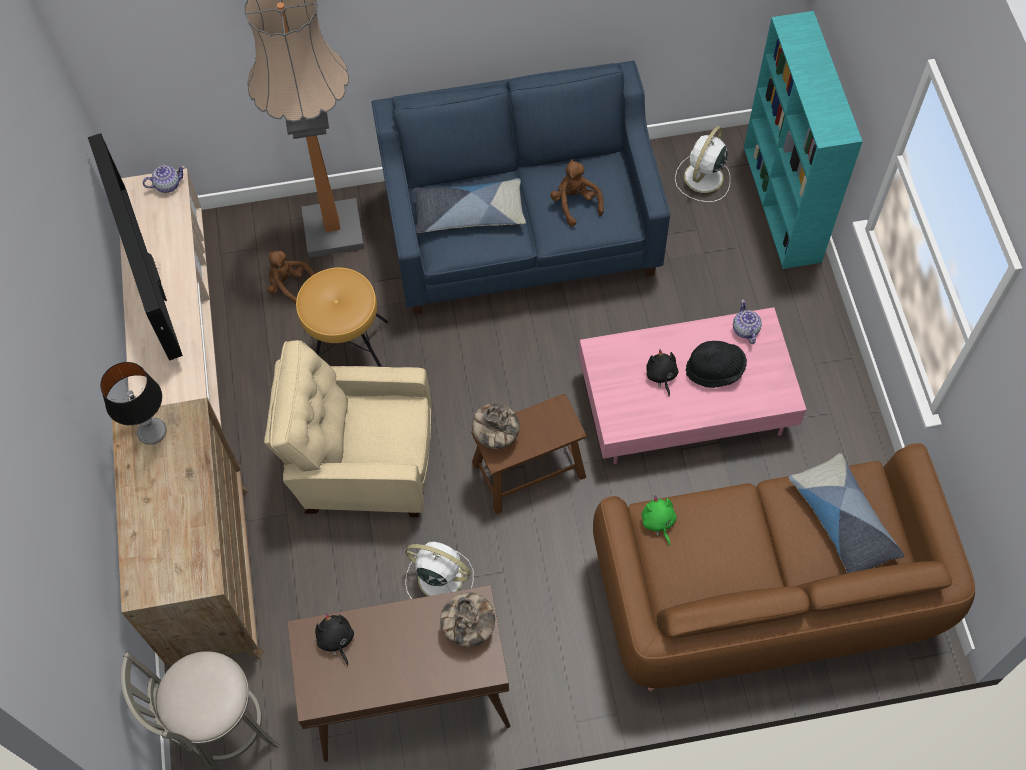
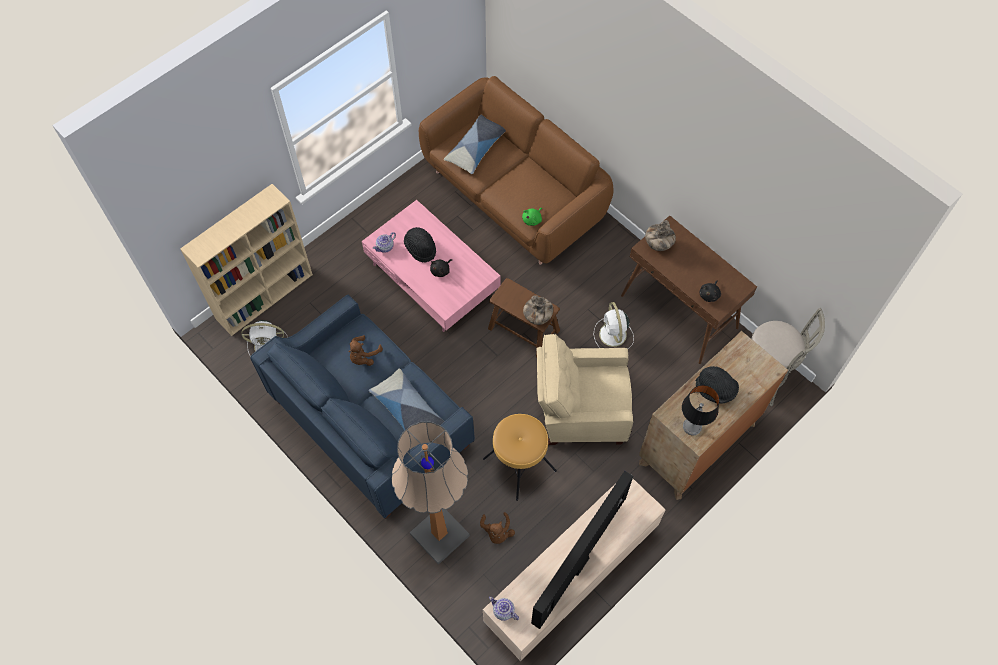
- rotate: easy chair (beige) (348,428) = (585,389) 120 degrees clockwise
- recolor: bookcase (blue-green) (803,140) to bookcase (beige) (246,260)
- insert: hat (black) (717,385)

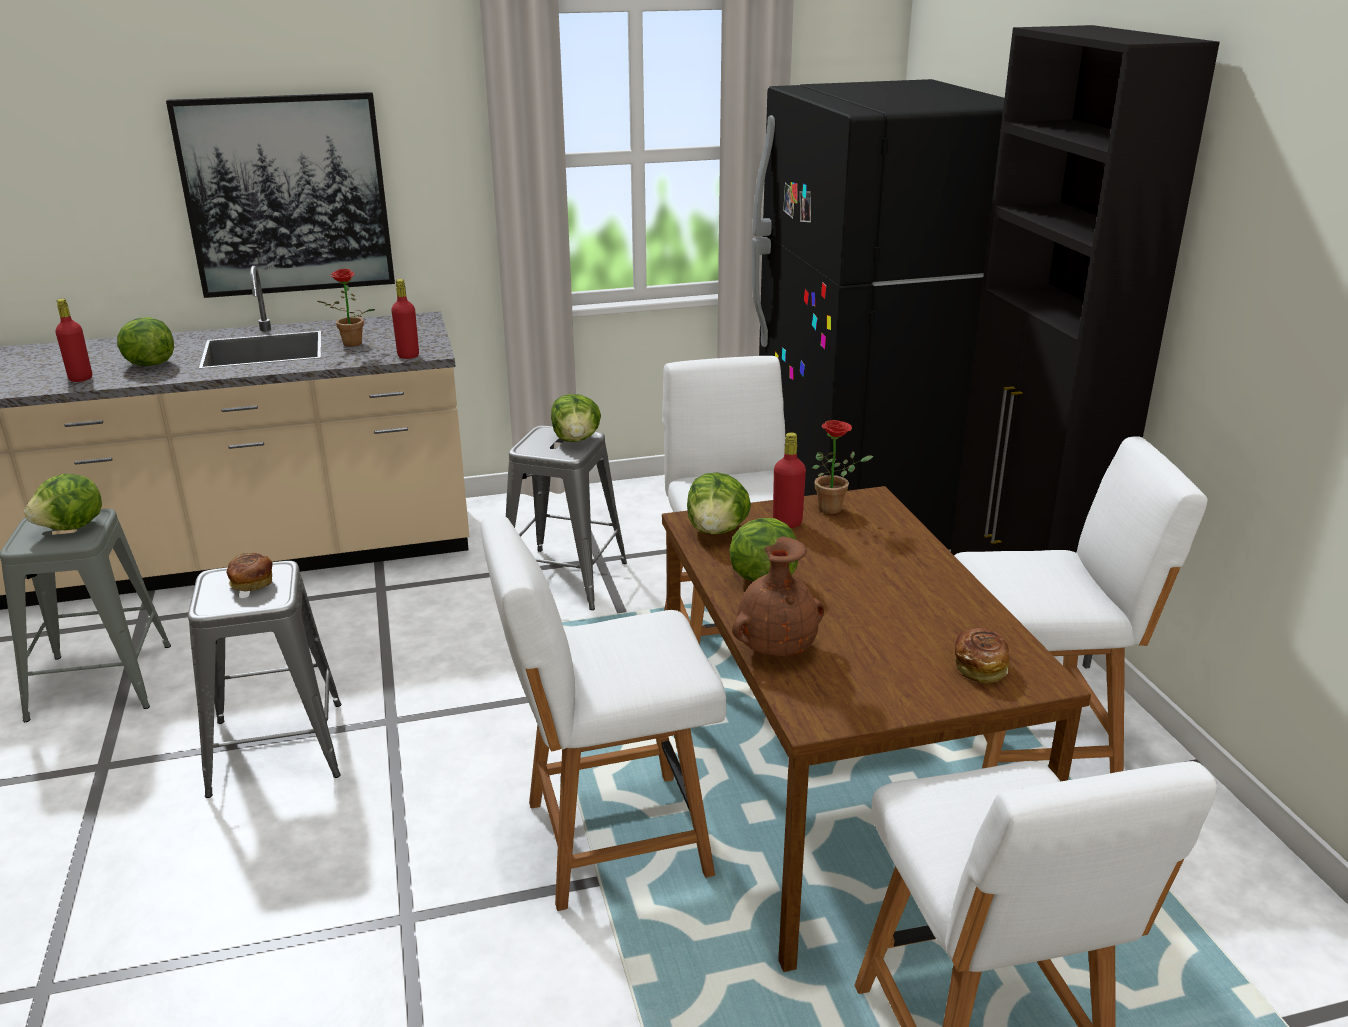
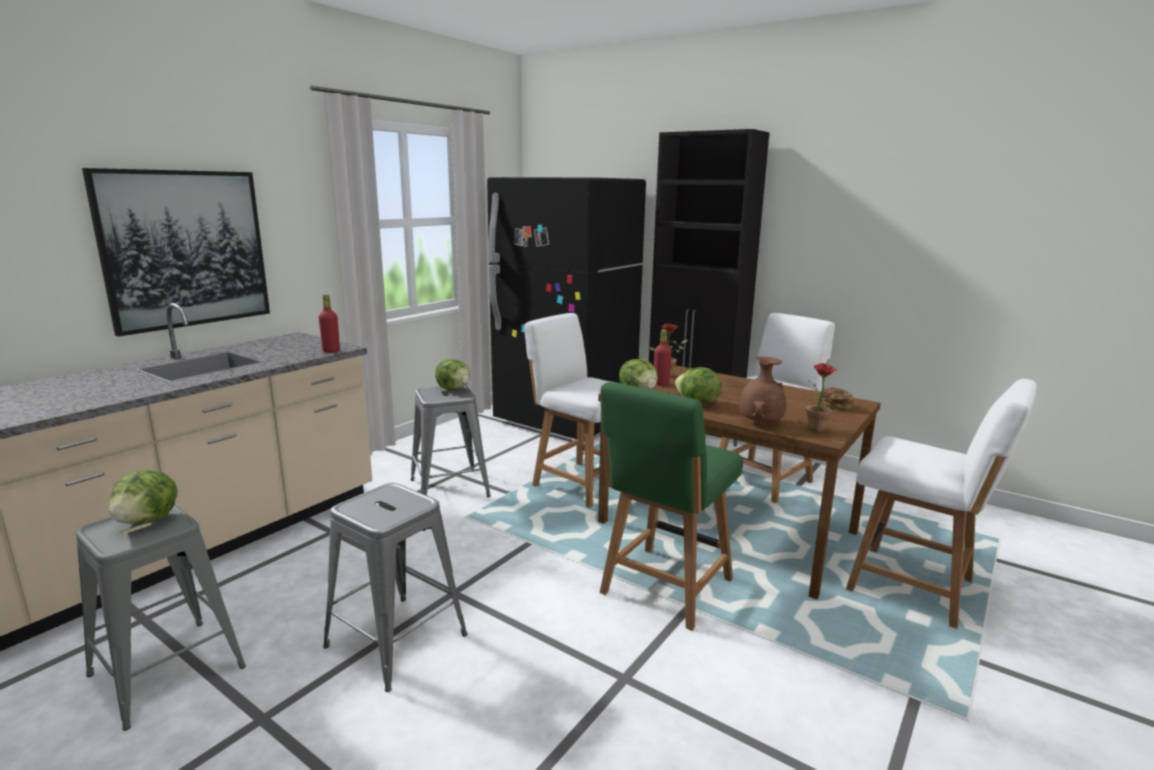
- delete: drink bottle (reddish) (73,340)
- delete: lettuce (145,341)
- delete: bakery bread (249,572)
- move: houseplant (346,308) to (822,397)
- recolor: chair (white) (603,712) to chair (greenish) (671,506)

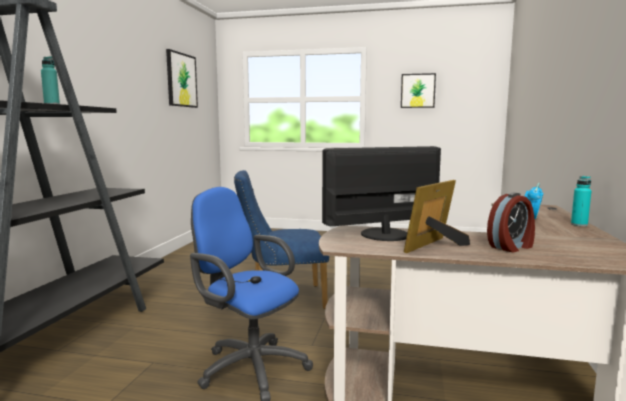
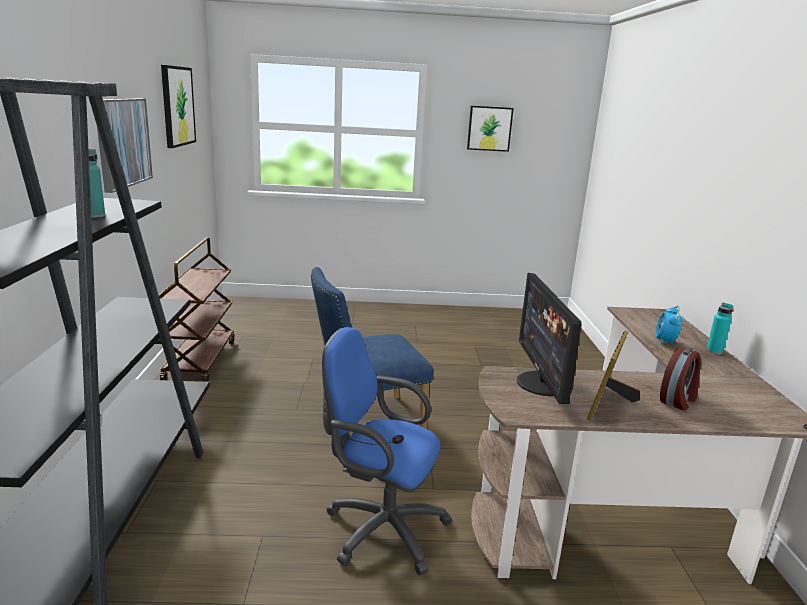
- rotate: computer screen (381,193) = (549,338) 60 degrees counterclockwise
- insert: wall picture (125,145)
- insert: trolley (brown) (196,309)

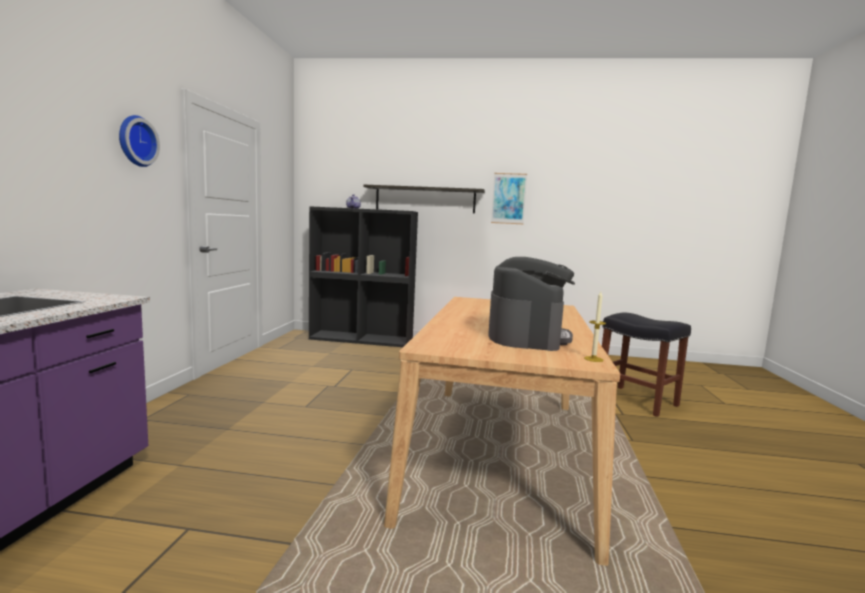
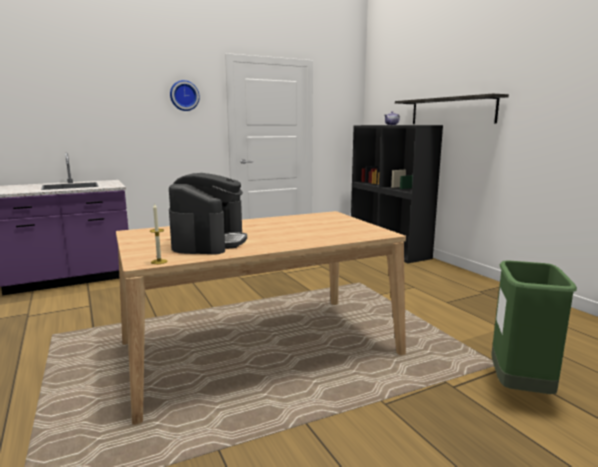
- rotate: coffee maker (531,304) = (208,214) 60 degrees counterclockwise
- delete: wall picture (509,198)
- replace: stool (black) (646,365) to trash can (greenish) (534,327)

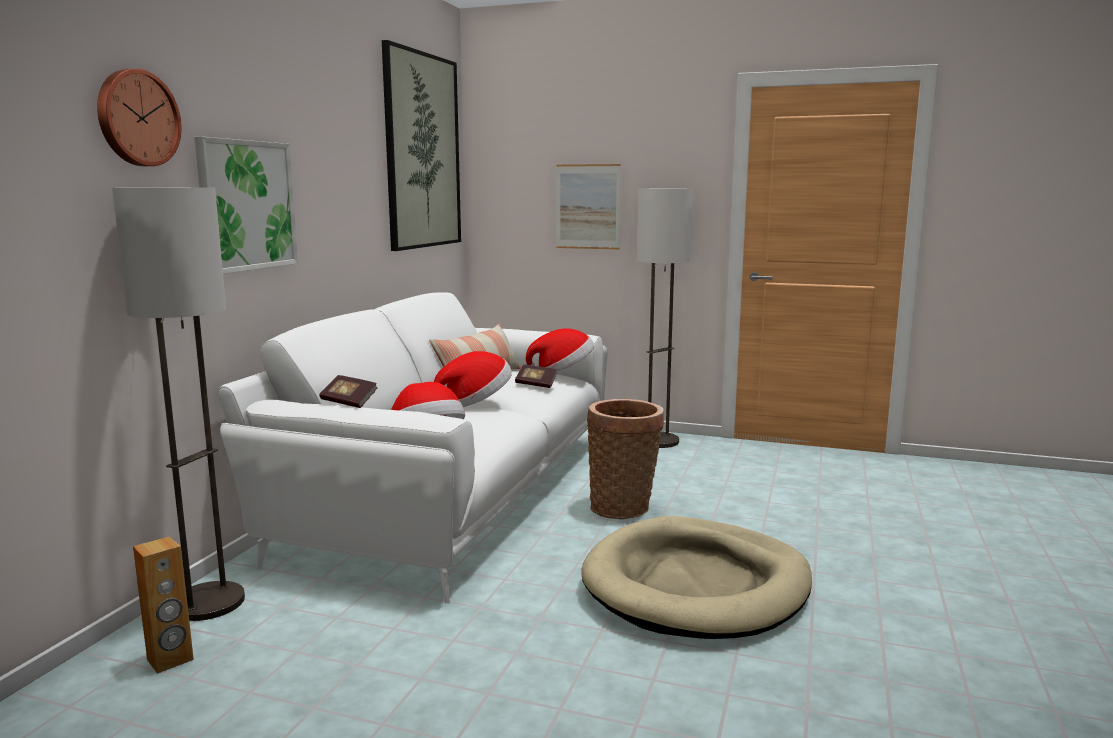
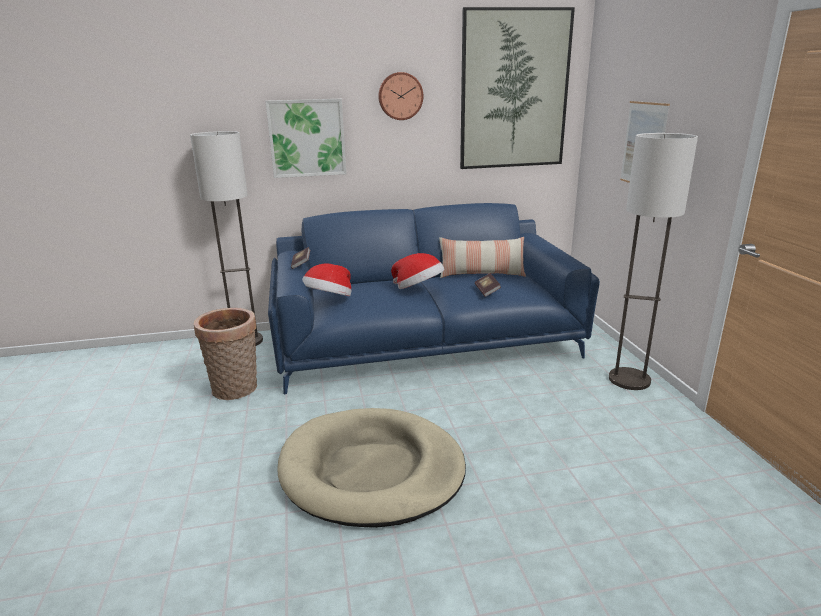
- move: hanging clock (139,117) to (400,96)
- delete: speaker (brown) (163,605)
- recolor: sofa (white) (412,447) to sofa (blue-coloured) (434,299)
- delete: hat (560,349)
- move: basket (625,459) to (225,354)

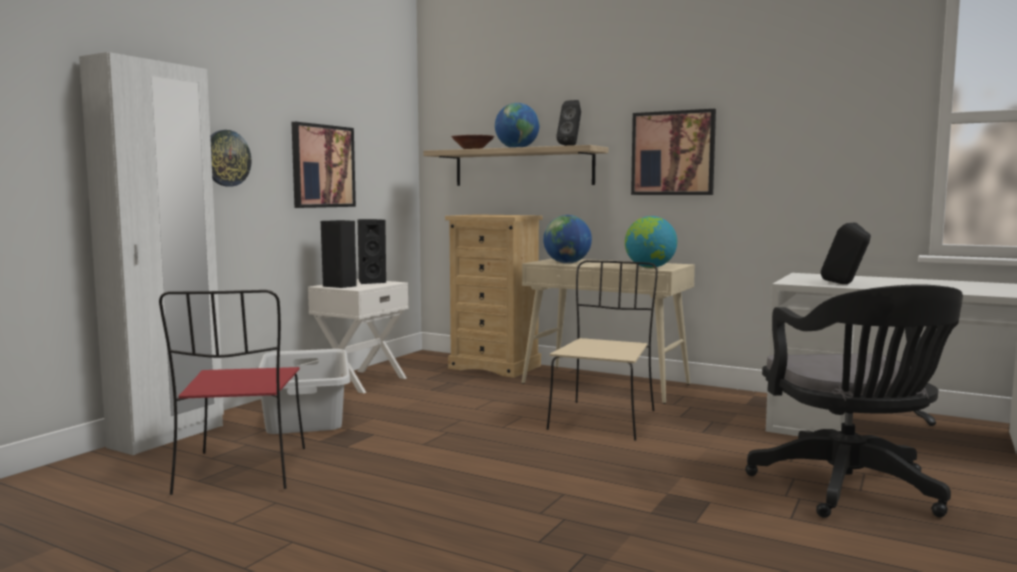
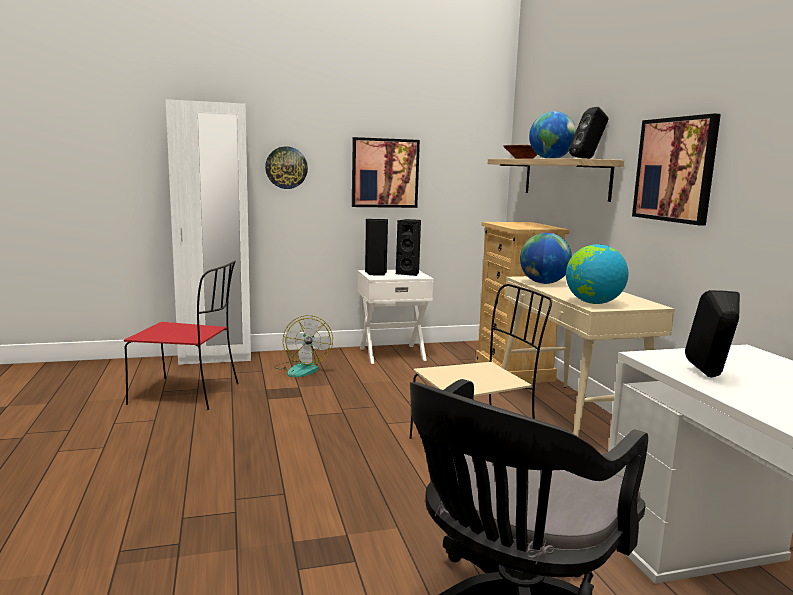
- rotate: chair (reddish) (232,392) = (181,335) 120 degrees counterclockwise
- replace: laundry basket (grey) (304,391) to fan (303,346)

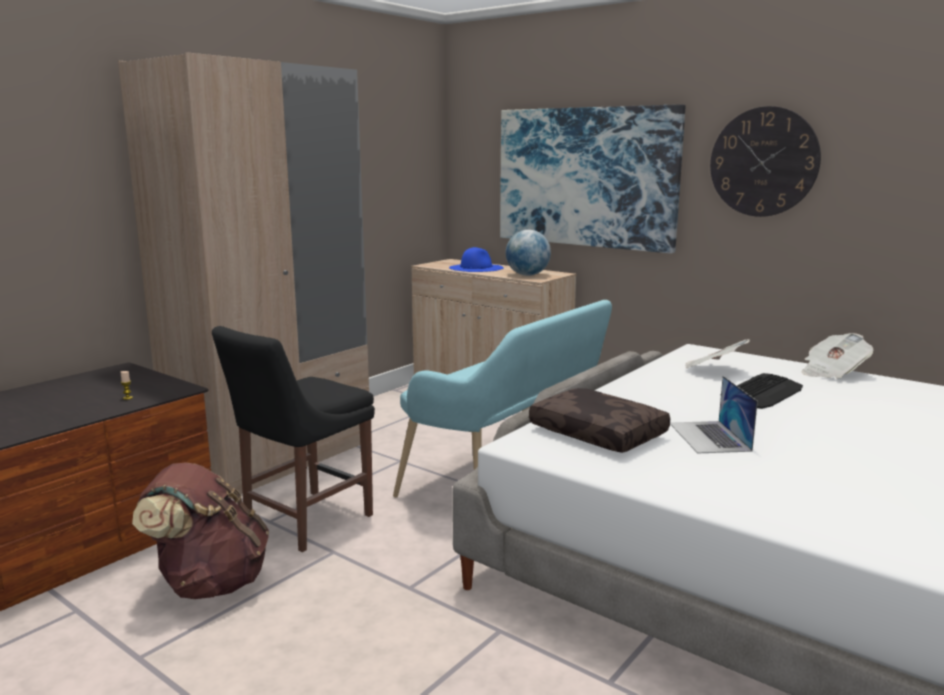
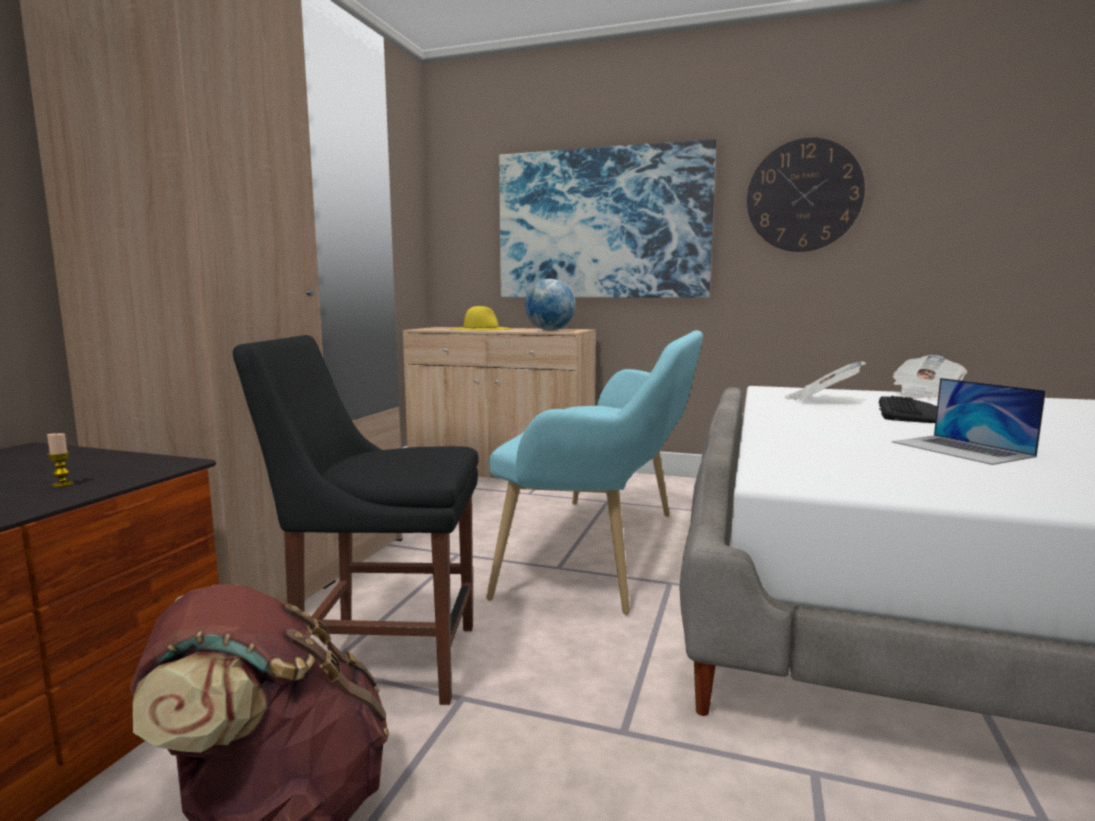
- rotate: chair (black) (293,439) = (356,520) 75 degrees clockwise
- recolor: hat (blue-coloured) (476,259) to hat (yellow-coloured) (481,318)
- delete: throw pillow (brown) (599,420)

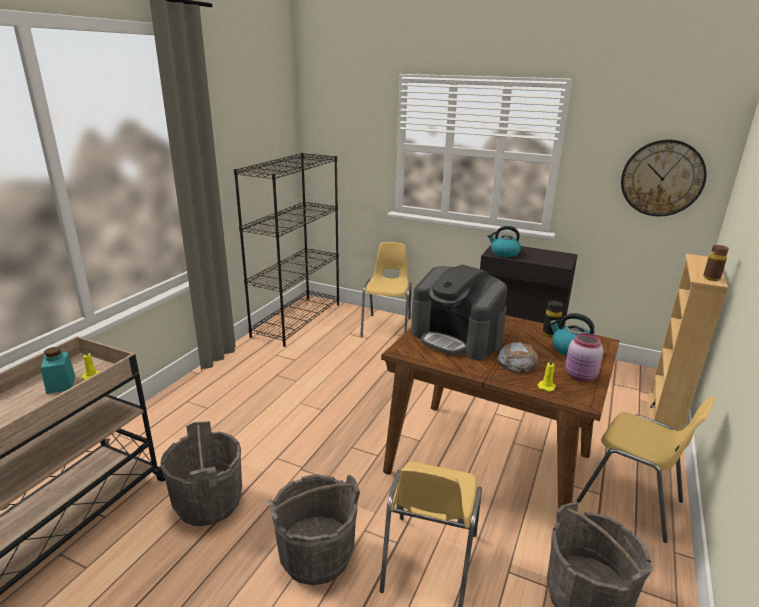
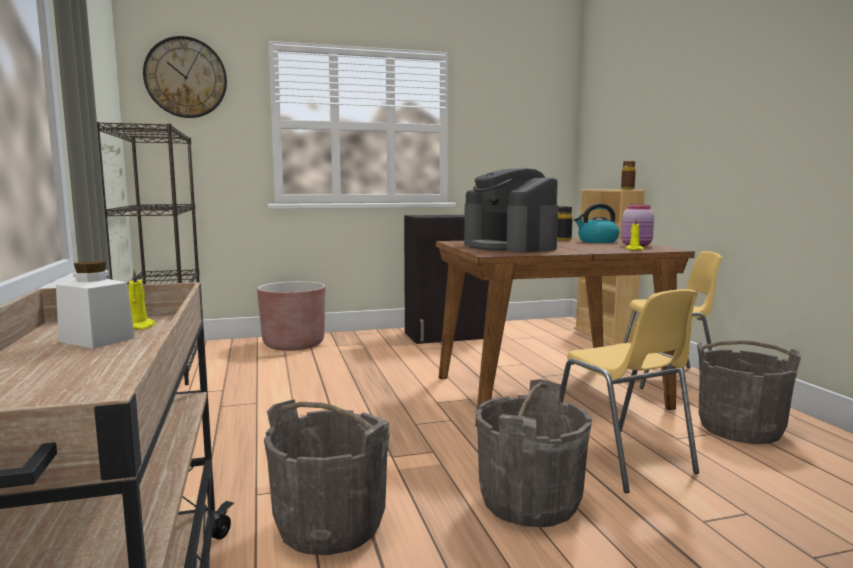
- recolor: preserve jar (blue-green) (58,370) to preserve jar (white) (95,305)
- replace: chair (yellow-coloured) (385,289) to planter (brown) (291,316)
- rotate: coffee maker (459,312) = (511,210) 60 degrees clockwise
- delete: tea kettle (504,241)
- delete: bakery bread (518,357)
- move: hanging clock (664,178) to (185,77)

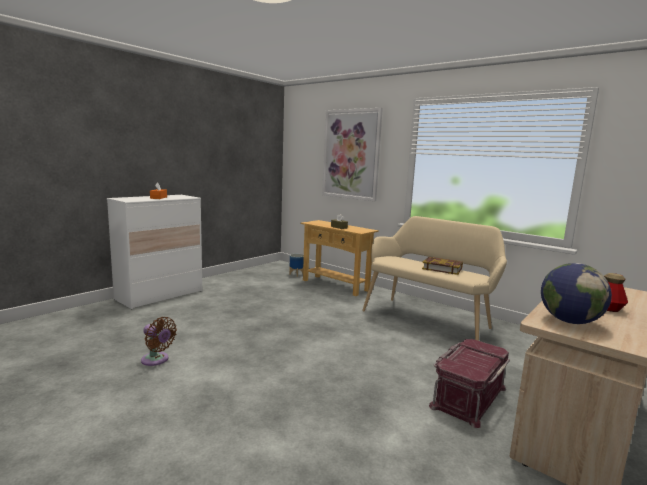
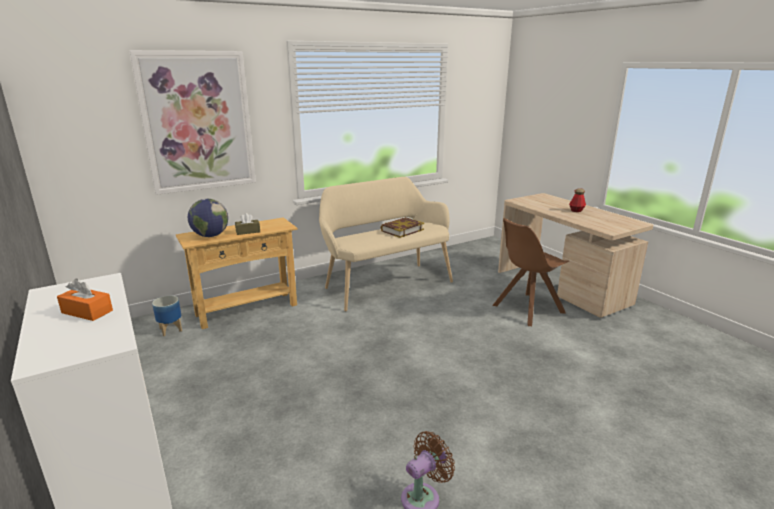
- replace: storage box (reddish) (469,383) to chair (brown) (531,272)
- move: world globe (576,293) to (208,218)

